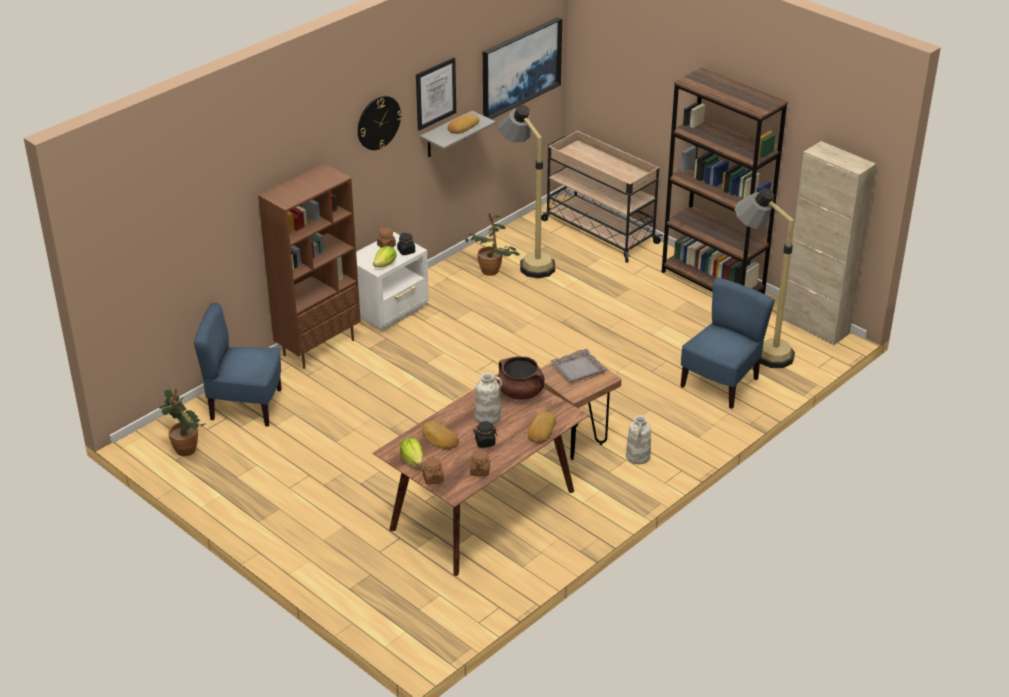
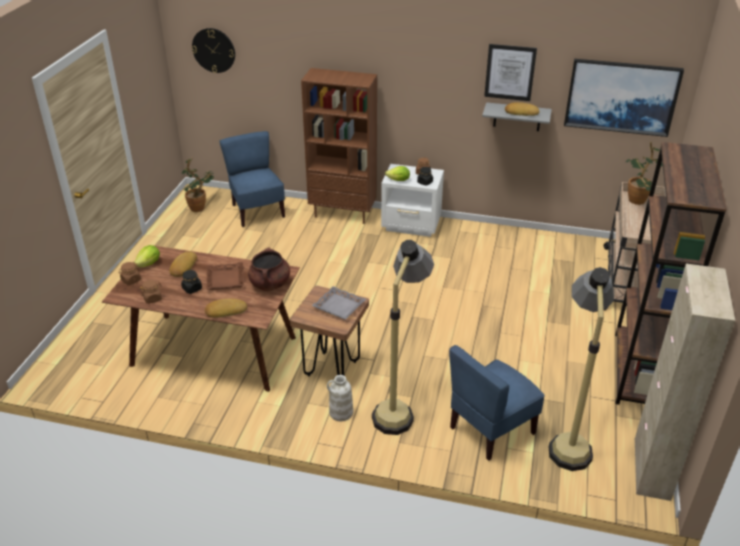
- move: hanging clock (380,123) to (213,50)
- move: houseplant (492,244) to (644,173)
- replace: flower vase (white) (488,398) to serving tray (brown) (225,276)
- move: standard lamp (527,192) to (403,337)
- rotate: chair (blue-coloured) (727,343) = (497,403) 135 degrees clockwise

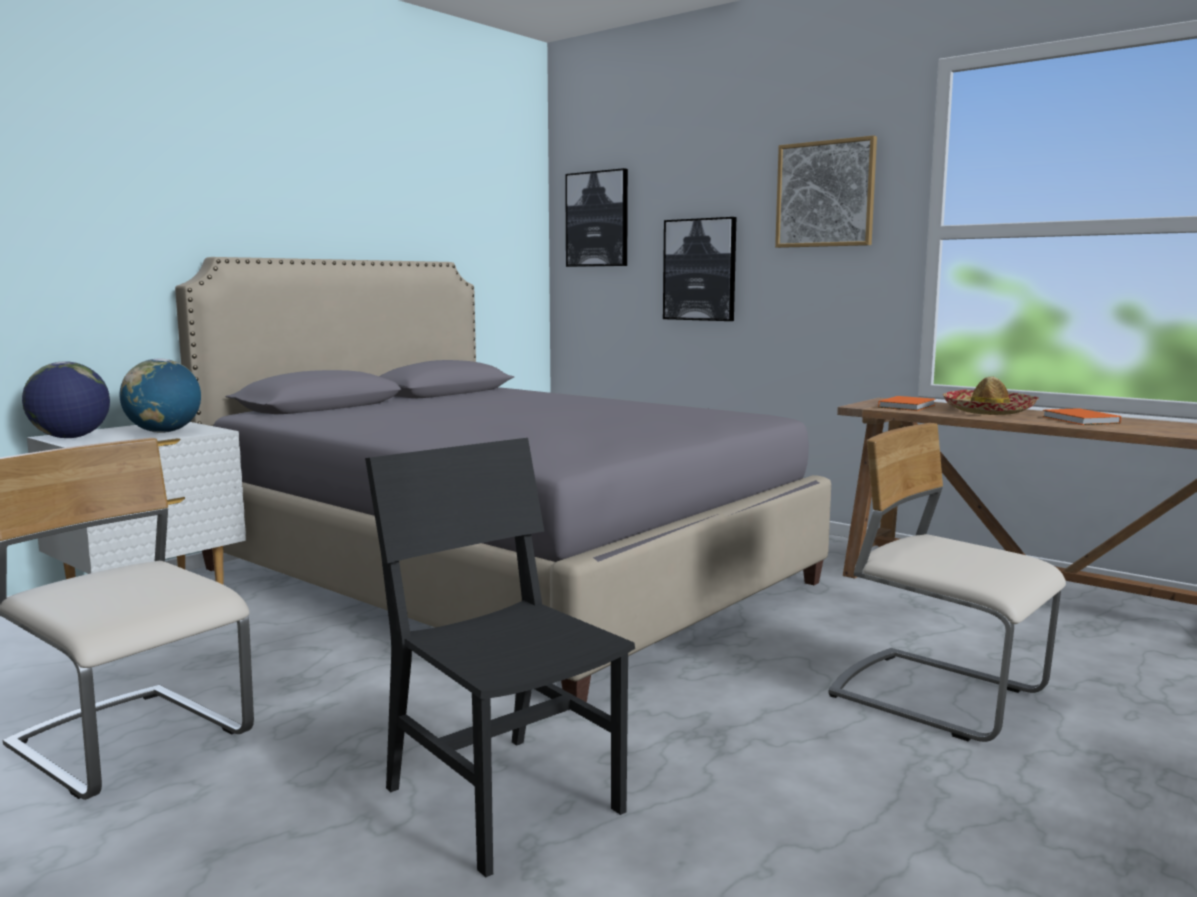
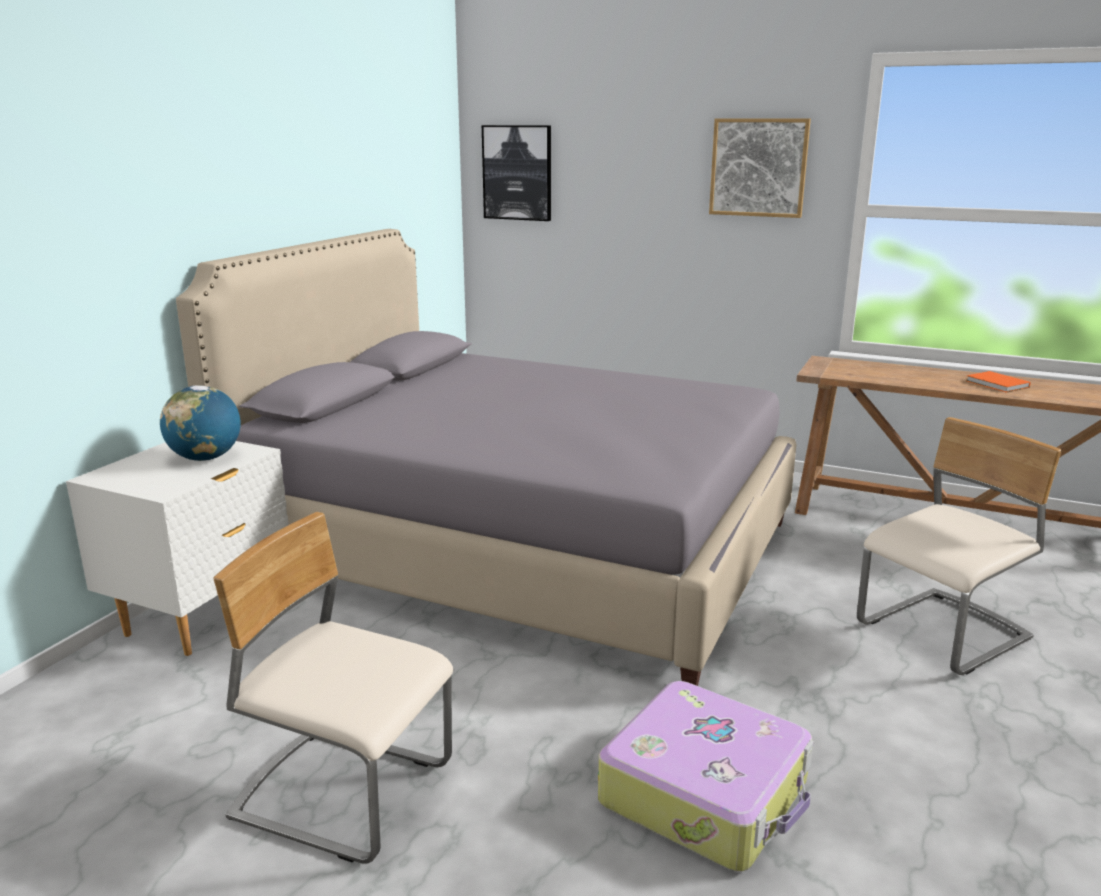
- delete: world globe (66,399)
- replace: chair (black) (500,658) to travel case (706,776)
- delete: wall picture (699,269)
- rotate: chair (beige) (947,582) = (959,546) 120 degrees clockwise
- delete: volume (orange-coloured) (906,403)
- delete: hat (990,395)

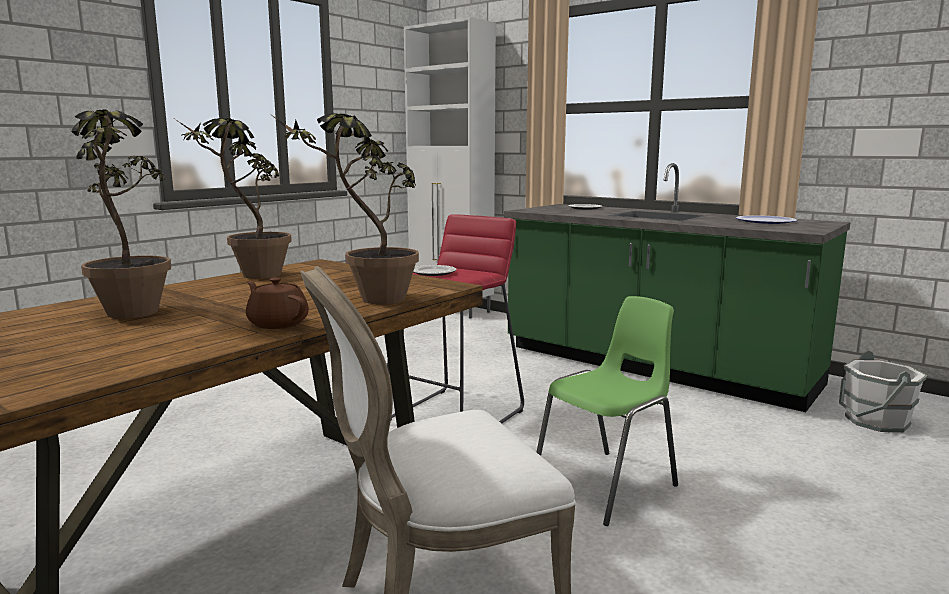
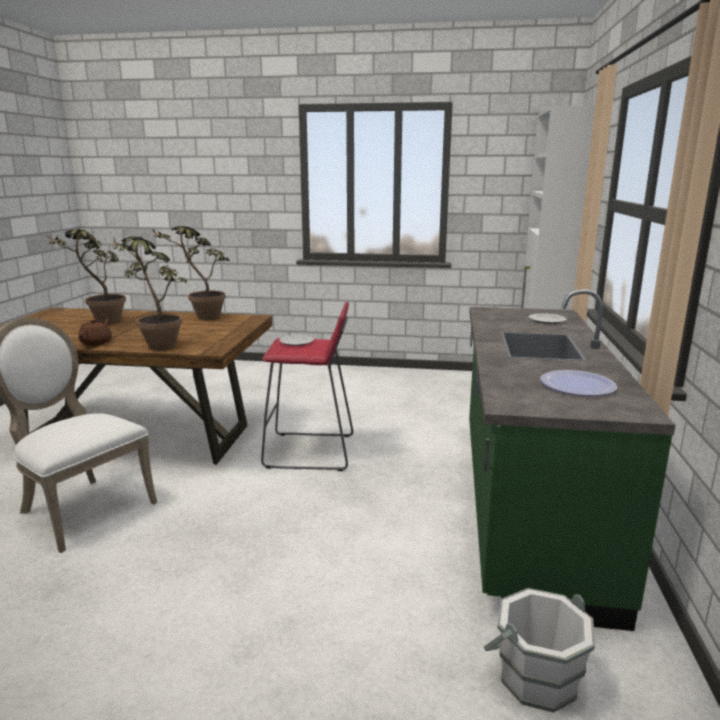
- delete: chair (greenish) (607,411)

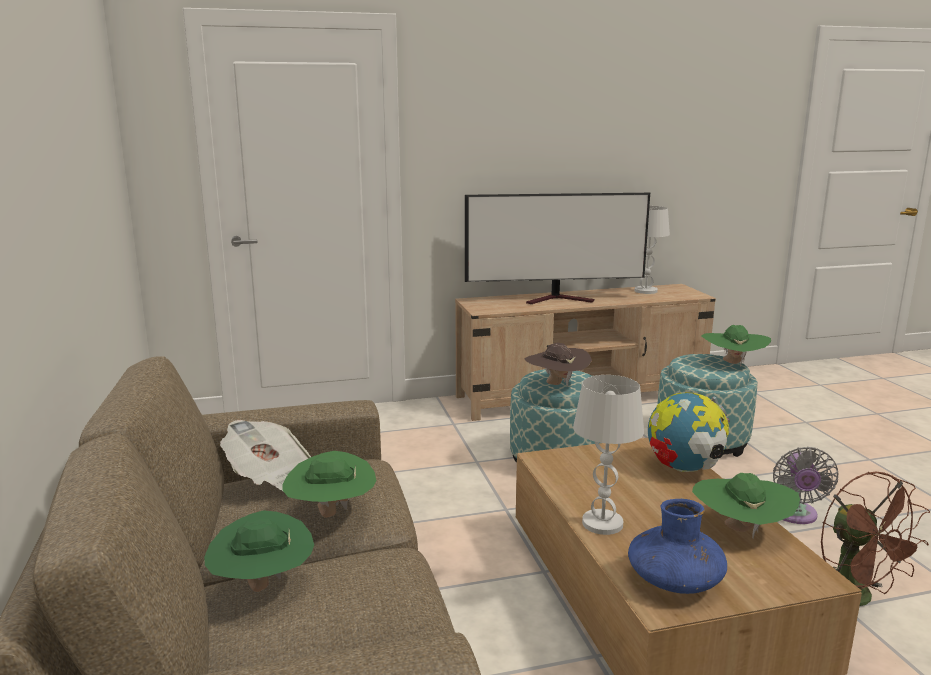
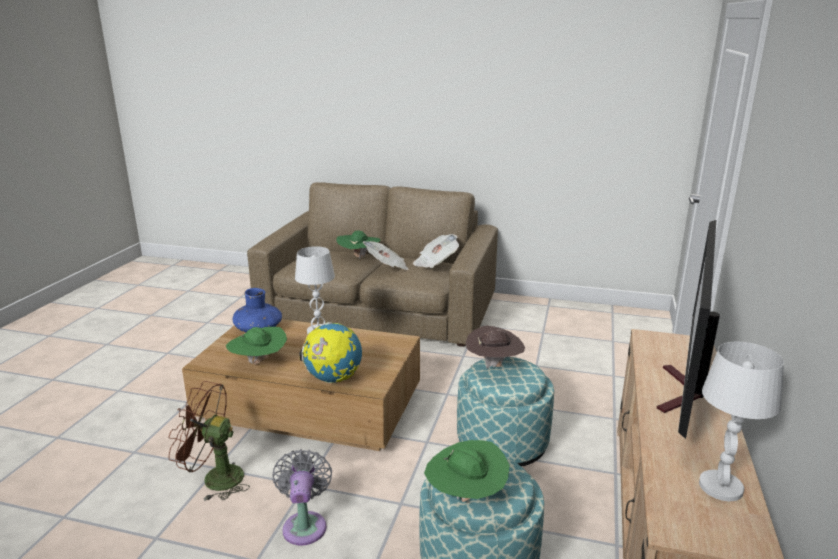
- replace: hat (greenish) (329,484) to printed paper (386,255)
- rotate: fan (grey) (805,485) = (302,497) 45 degrees clockwise

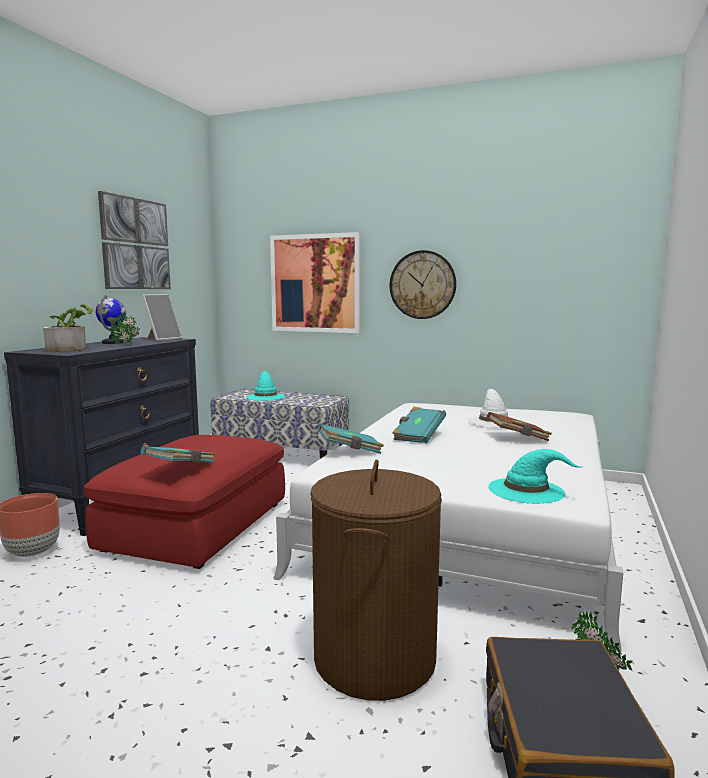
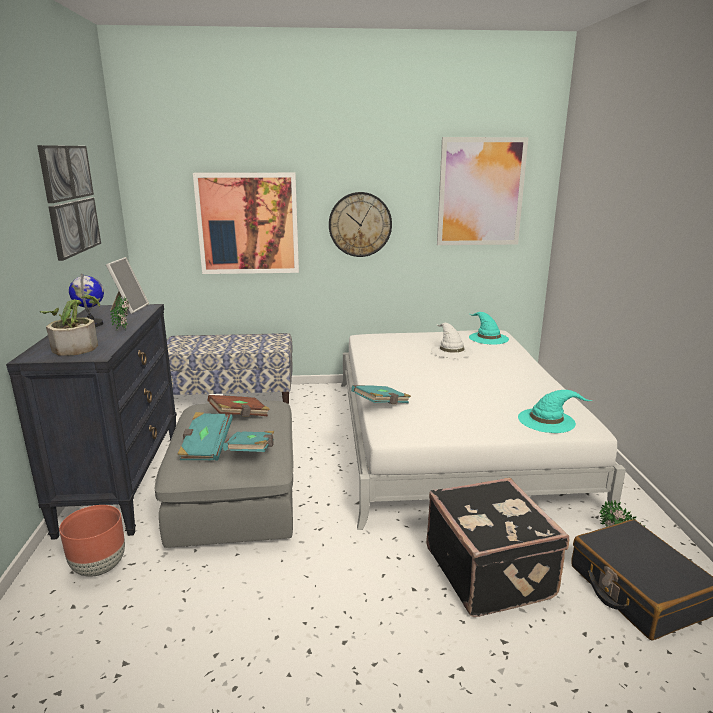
- recolor: footrest (reddish) (184,502) to footrest (grey) (224,474)
- move: hat (blue-green) (265,386) to (489,328)
- replace: laundry basket (brown) (376,580) to travel case (black) (497,547)
- move: volume (blue-green) (419,425) to (205,436)
- move: volume (brown) (519,426) to (239,406)
- insert: wall picture (482,191)

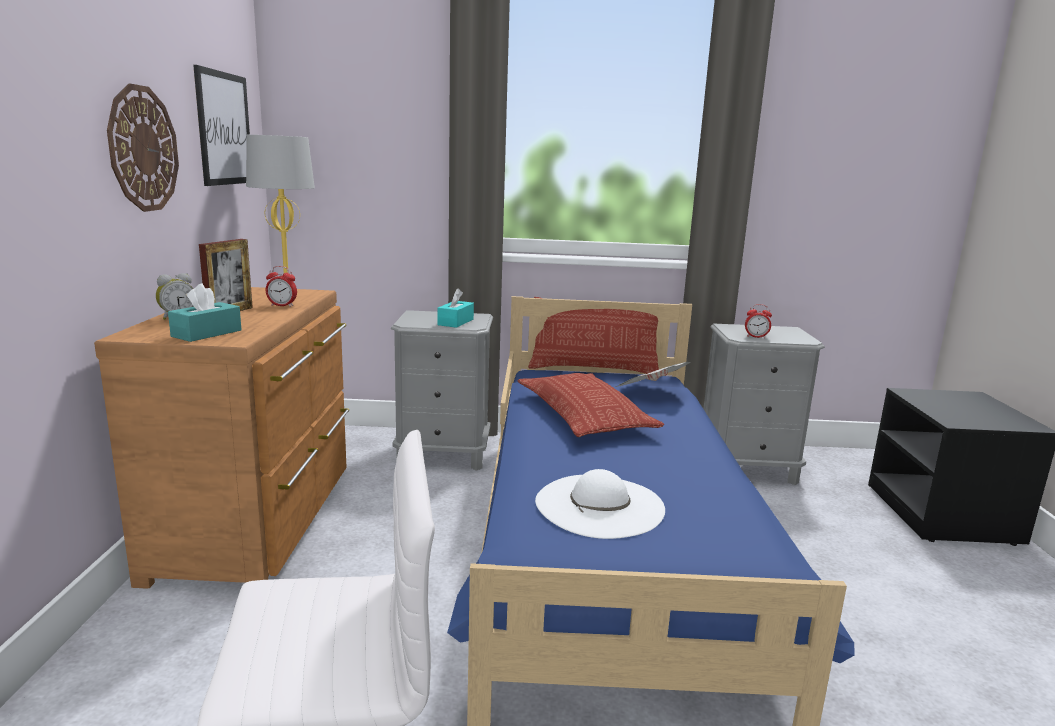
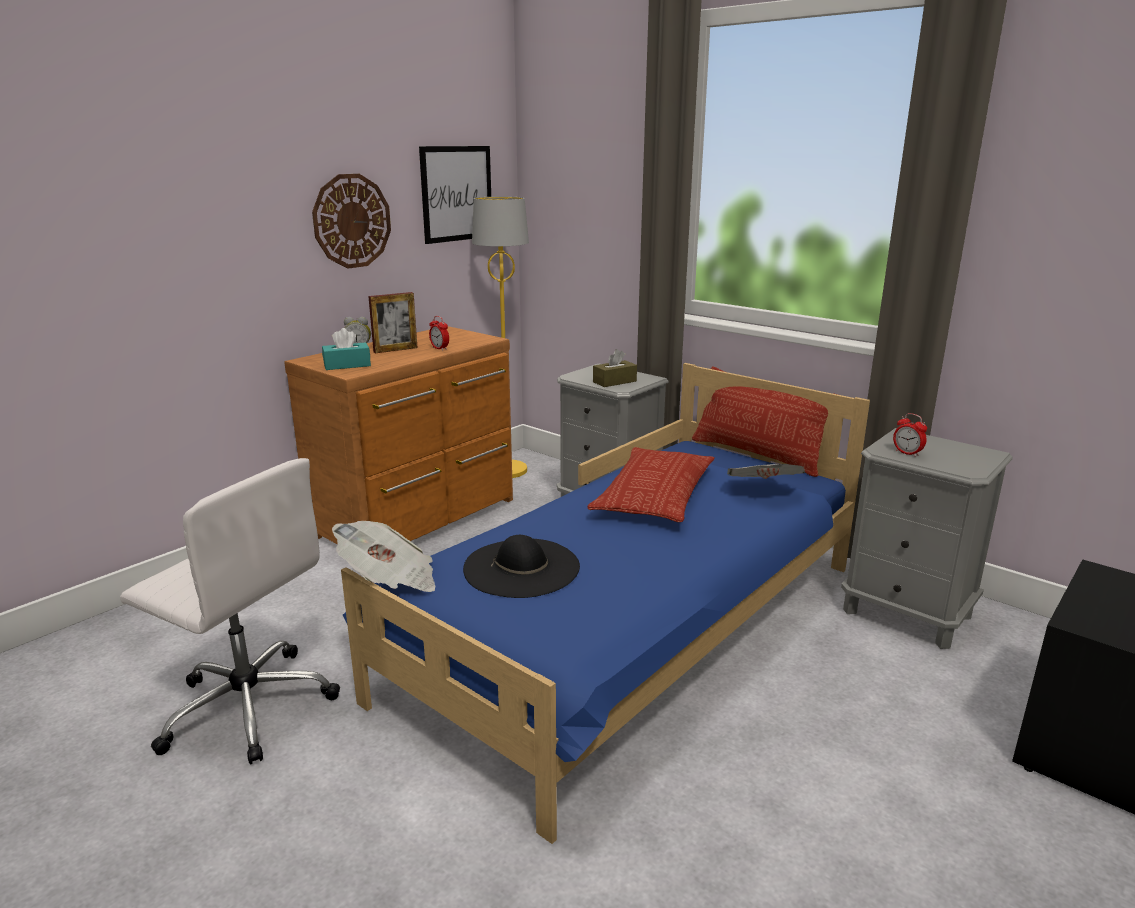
- recolor: tissue holder (blue-green) (455,308) to tissue holder (brown) (615,368)
- recolor: hat (white) (600,504) to hat (black) (521,566)
- insert: printed paper (383,556)

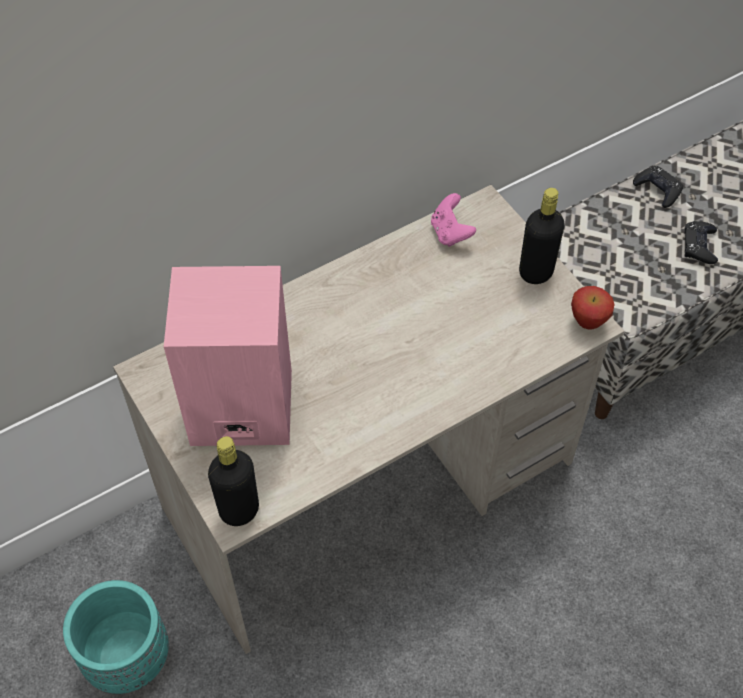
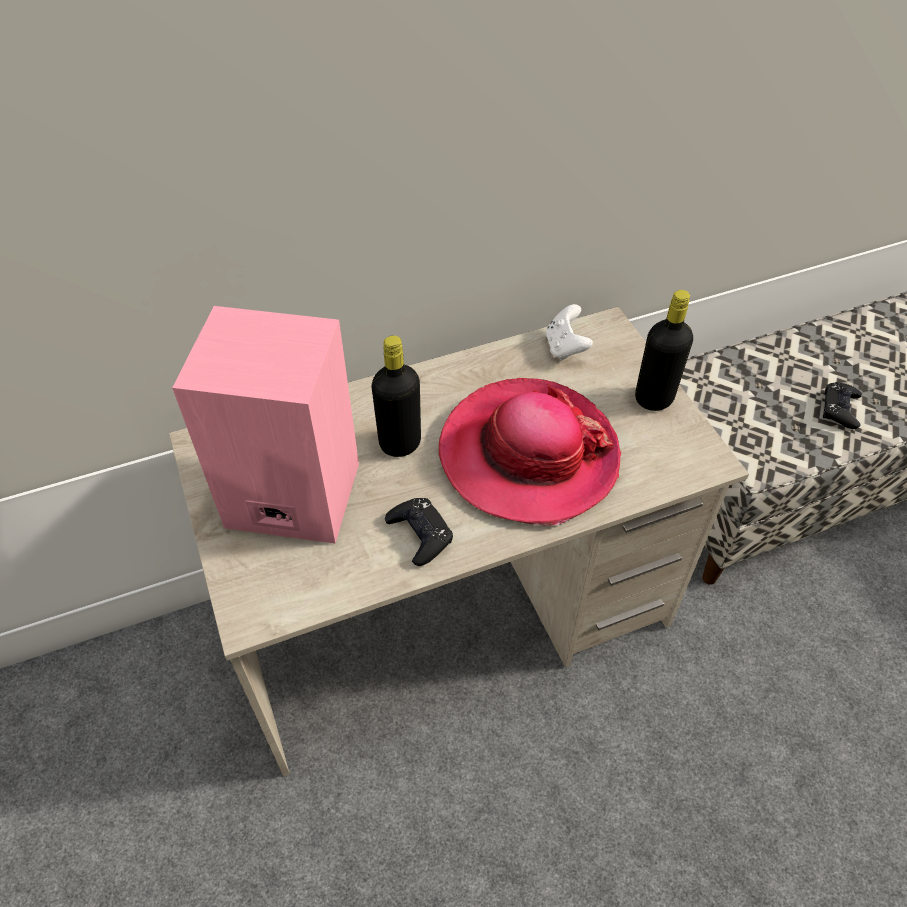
- delete: planter (blue-green) (116,637)
- move: drink bottle (black) (233,481) to (396,396)
- recolor: joypad (pink-coloured) (453,220) to joypad (white) (569,332)
- delete: apple fruit (593,307)
- move: joypad (black) (658,187) to (419,532)
- insert: hat (529,452)

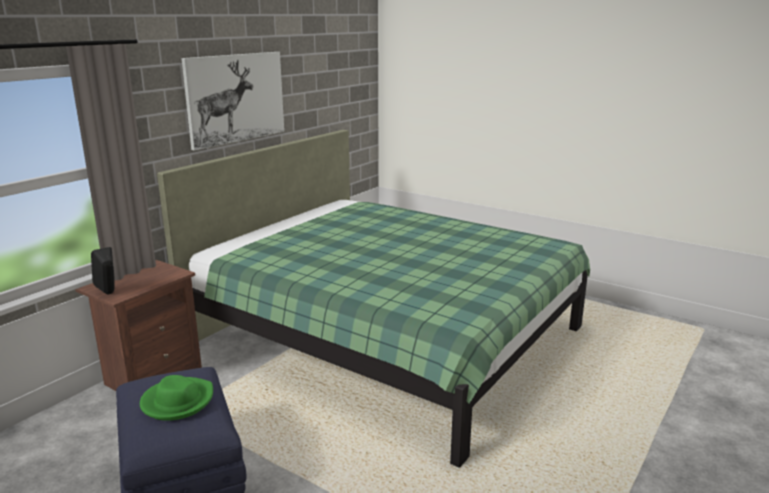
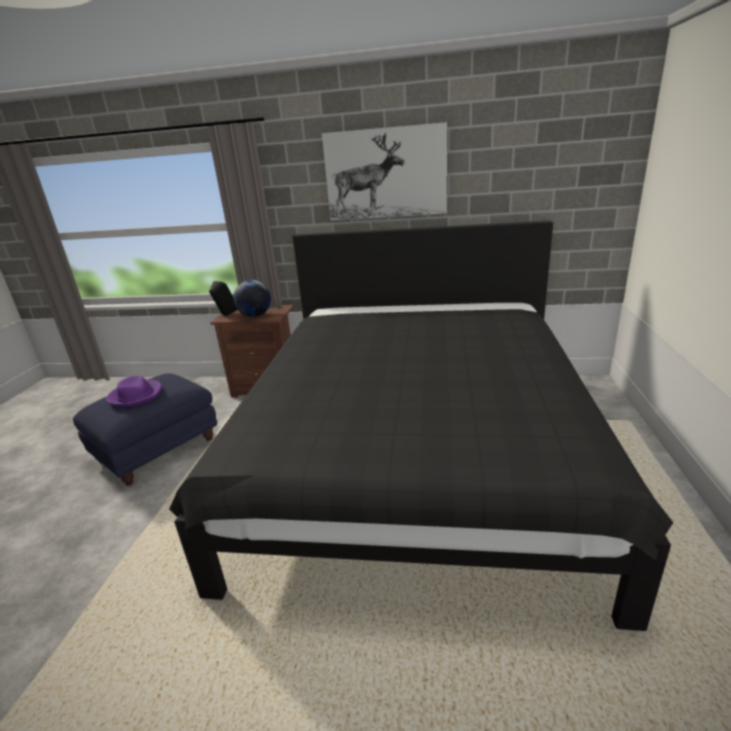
- recolor: hat (greenish) (176,398) to hat (purplish) (134,391)
- recolor: bedroom bed (greenish) (373,299) to bedroom bed (black) (421,426)
- insert: world globe (252,298)

